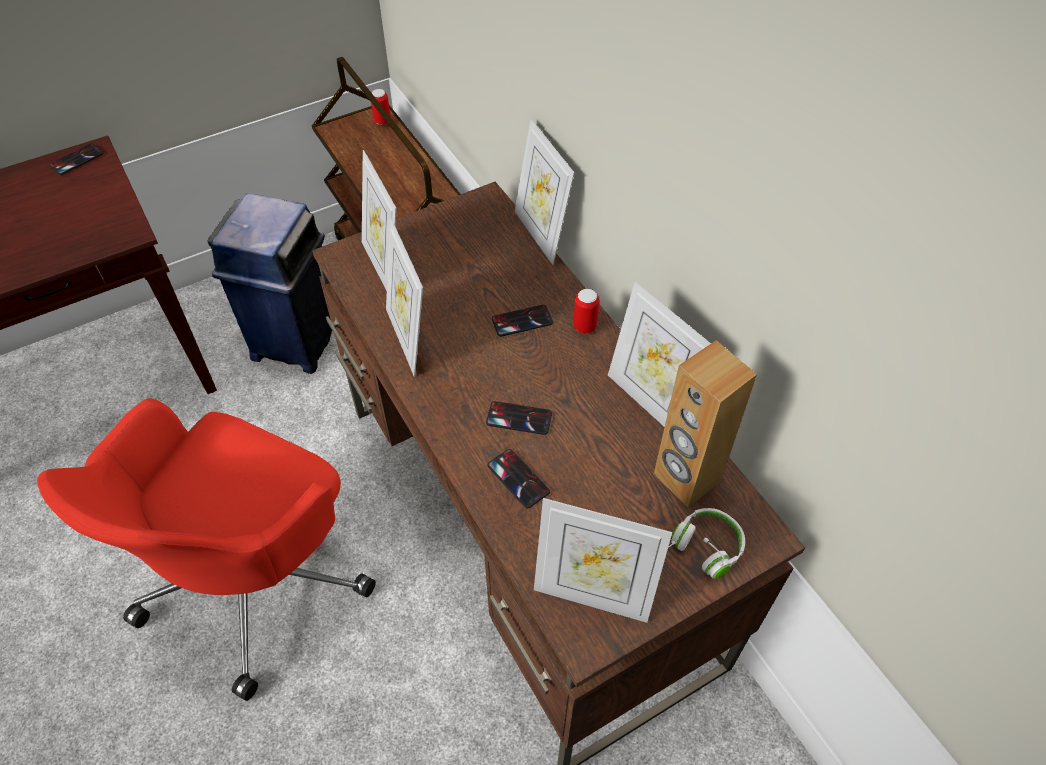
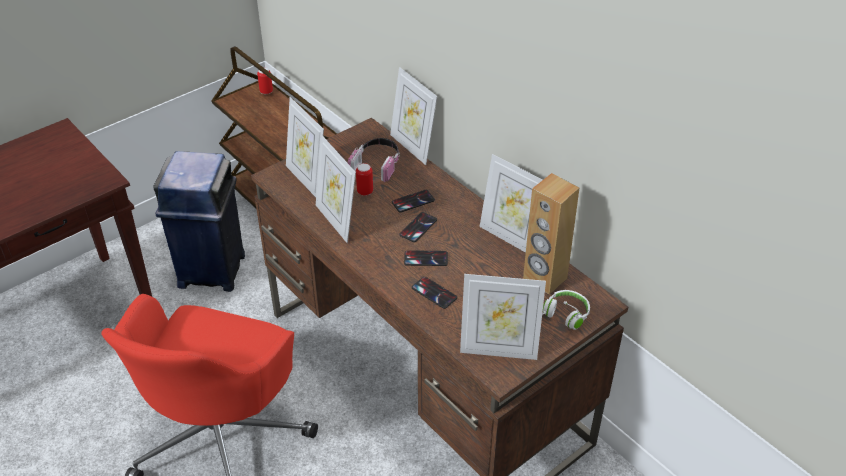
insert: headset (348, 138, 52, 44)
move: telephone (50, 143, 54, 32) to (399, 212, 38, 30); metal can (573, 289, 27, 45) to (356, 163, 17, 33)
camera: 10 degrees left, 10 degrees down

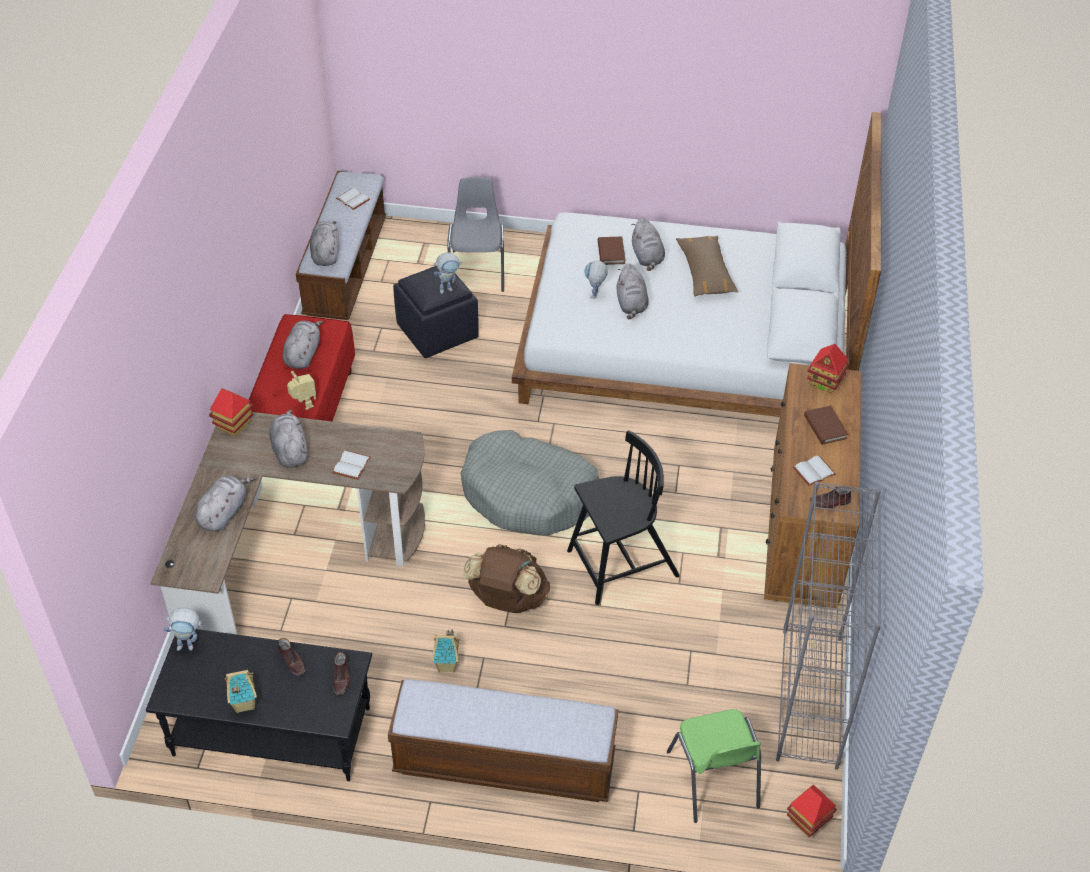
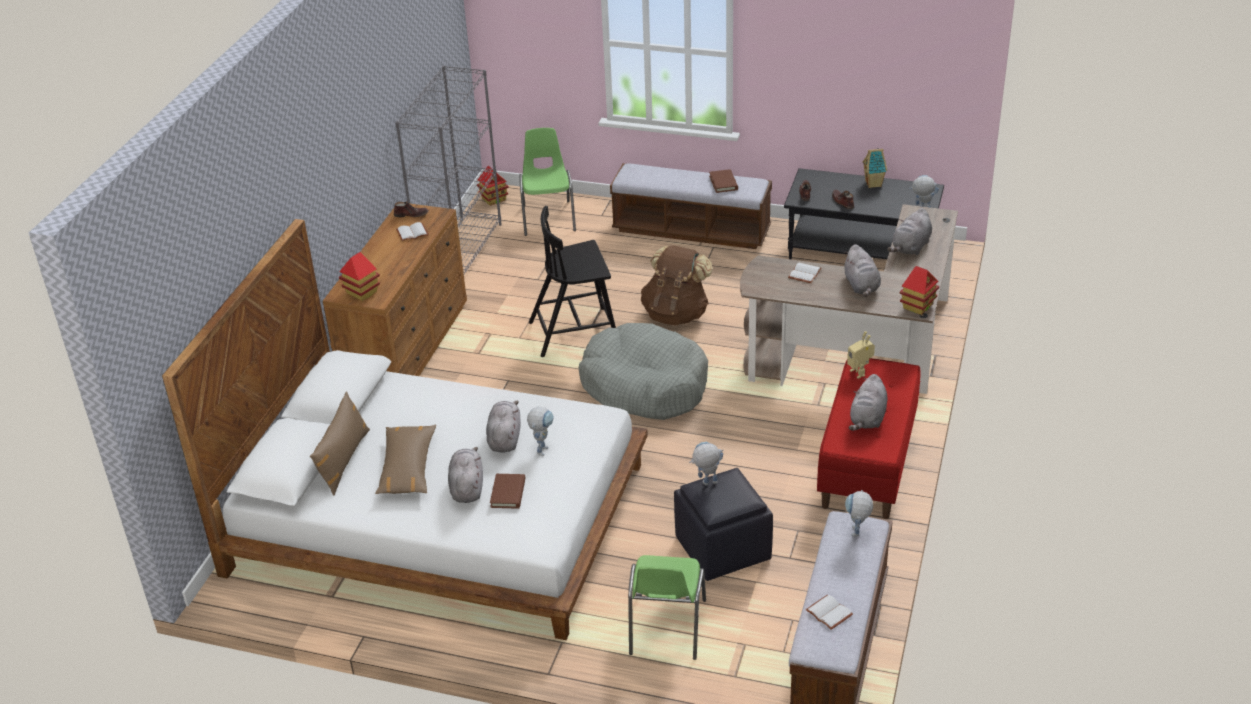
delete: miniature house (432, 629, 28, 44)
insert: brown-coloured pillow (310, 391, 60, 105)
move: brown-coloured book (804, 405, 44, 40) to (709, 169, 29, 24)
replace: greyish plush toy (310, 221, 29, 45) to toy robot (845, 490, 28, 47)
recolor: greyish chair (447, 177, 57, 115) to green chair (628, 555, 78, 105)
camera: 170 degrees left, 10 degrees down

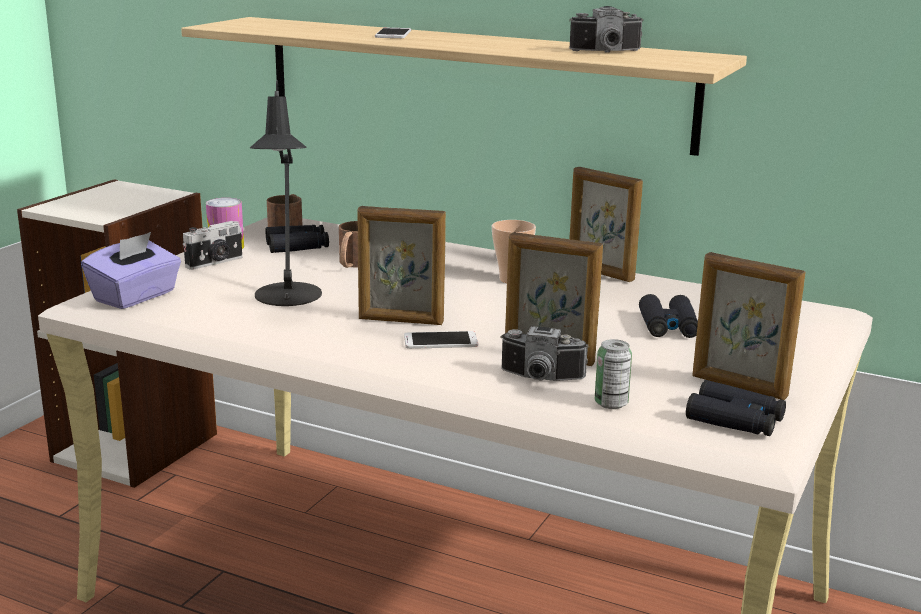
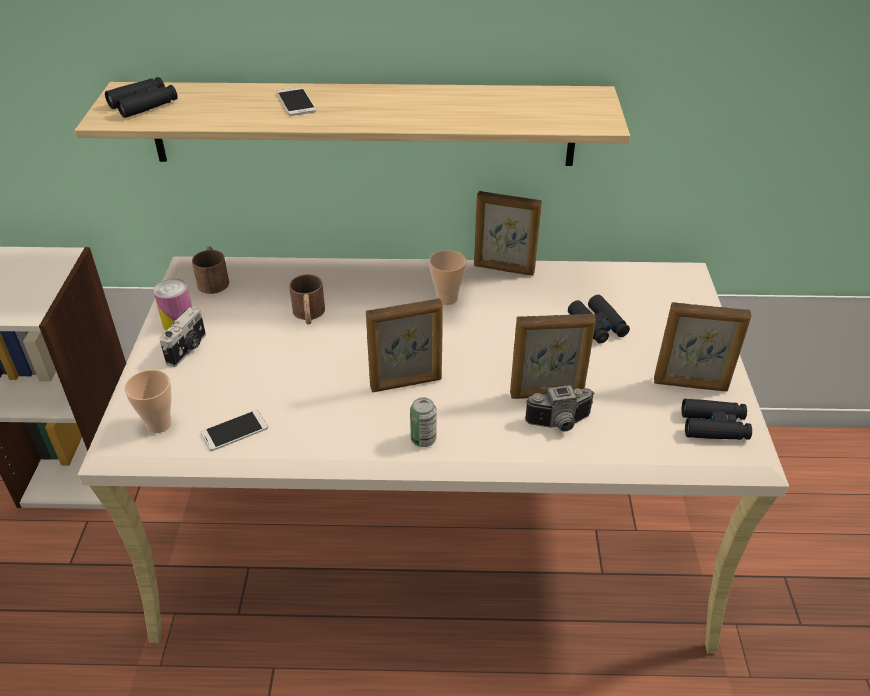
delete: black-coloured tabletop lamp (250, 80, 72, 226); still camera (569, 6, 75, 47)
move: black-coloured binoculars (265, 225, 64, 28) to (105, 77, 73, 41); telephone (404, 331, 74, 18) to (201, 410, 67, 41); metal can (595, 339, 37, 70) to (410, 397, 27, 50)
replace: purple tissue box (81, 232, 100, 77) to cup (124, 370, 48, 63)
camera: 25 degrees left, 20 degrees up

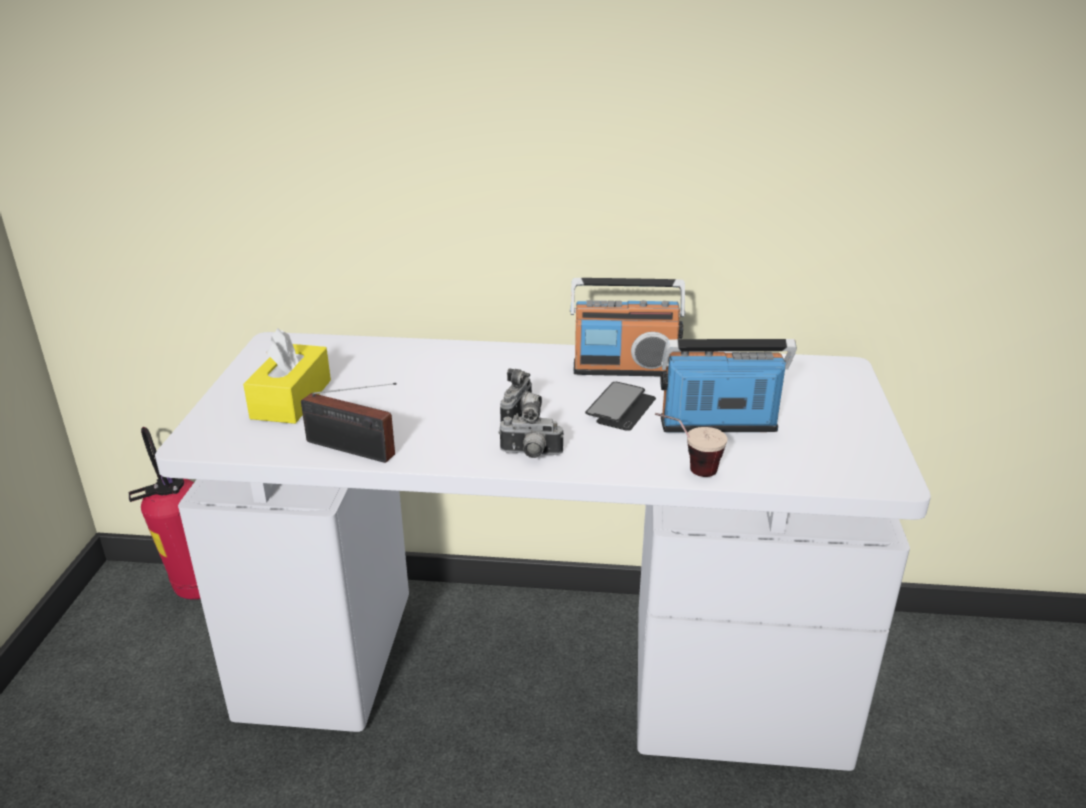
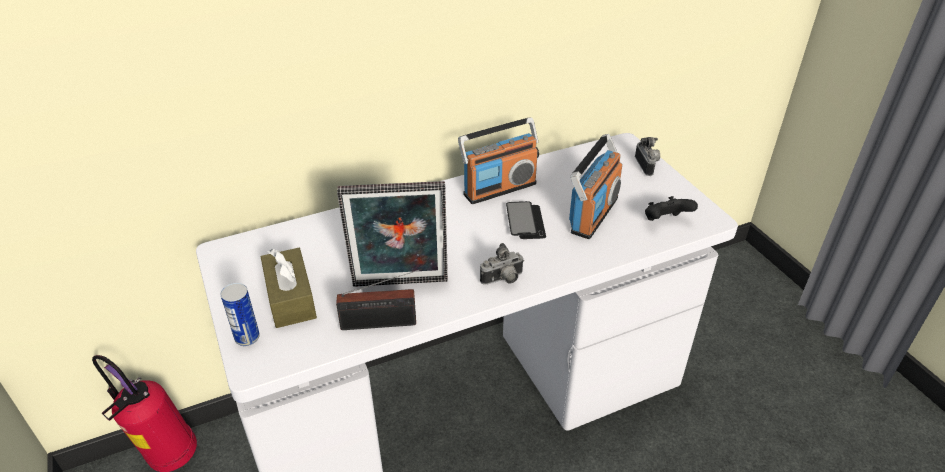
delete: cup (655, 413, 73, 64)
insert: metal can (221, 283, 39, 63); picture frame (337, 181, 111, 106); black-coloured joypad (645, 196, 53, 25)
move: still camera (500, 368, 42, 54) to (635, 137, 25, 39)
recolor: yellowish tissue box (243, 328, 88, 96) to brown-coloured tissue box (261, 248, 56, 80)
rotate: radio receiver (660, 339, 137, 94) = (569, 134, 53, 105) 150 degrees clockwise
camera: 30 degrees left, 10 degrees up

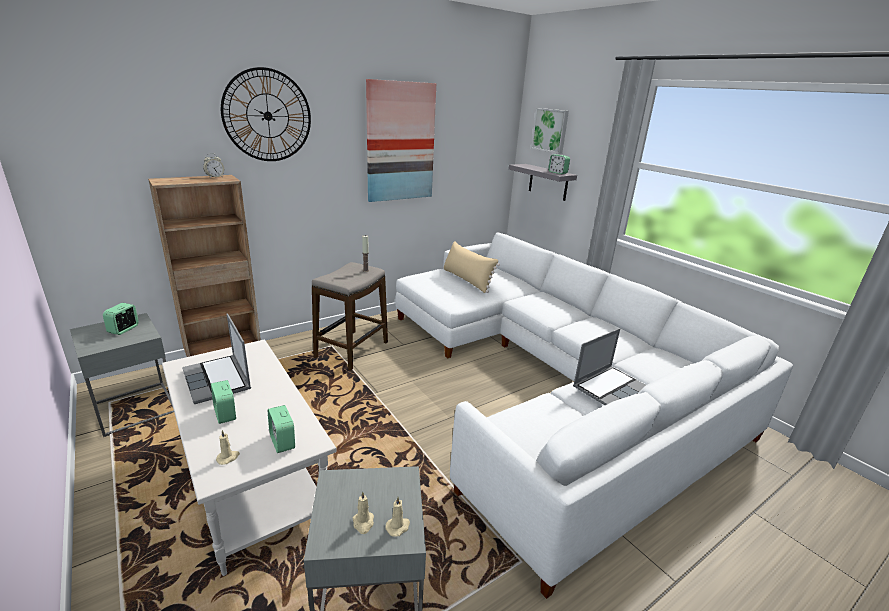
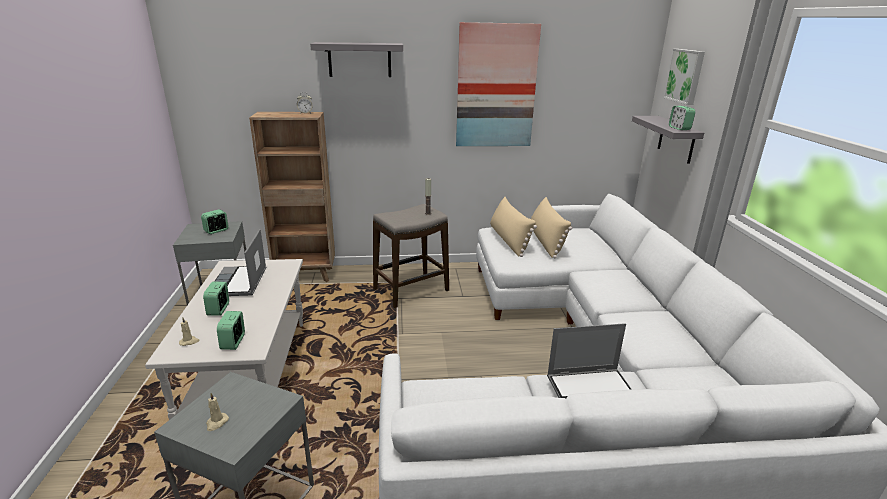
delete: sand-coloured candle (385, 497, 25, 40)
insert: sand-coloured pillow (490, 197, 47, 60)
replace: hanging clock (221, 67, 90, 94) to greyish shelf (310, 42, 93, 35)
camera: 30 degrees right, 0 degrees up

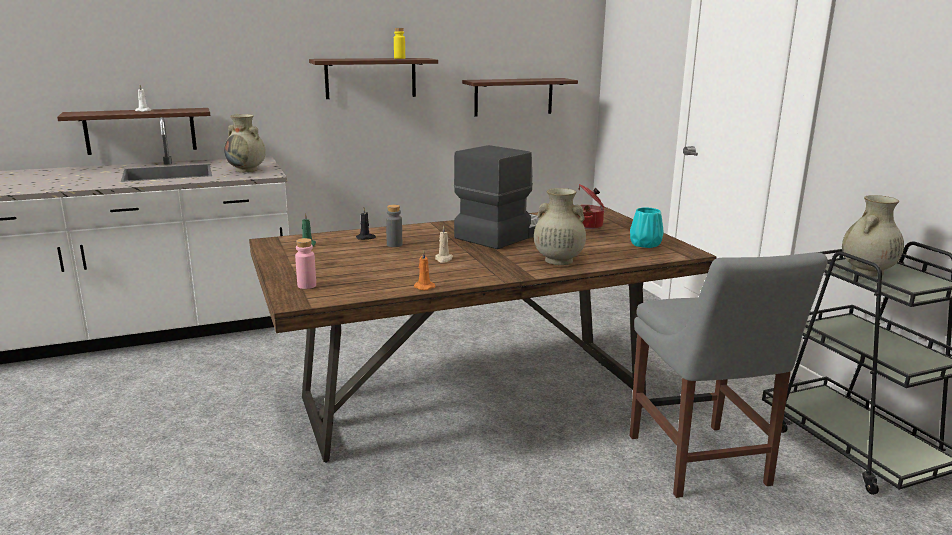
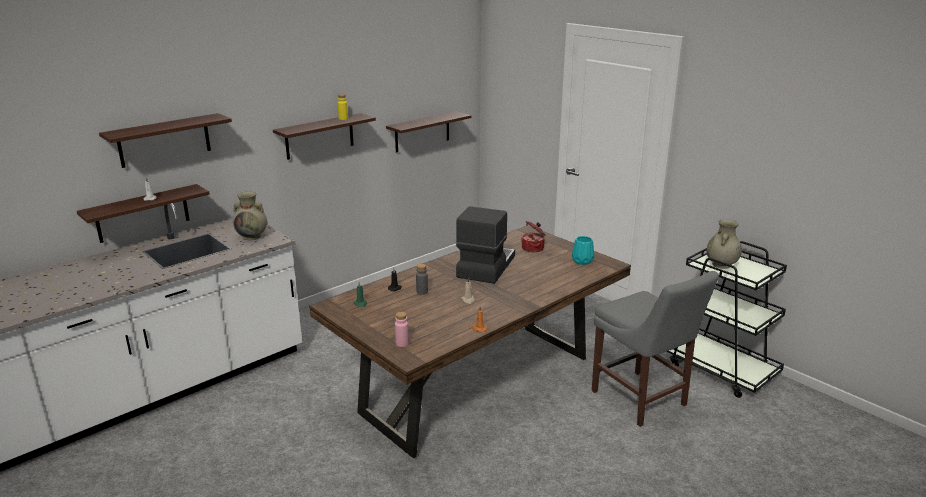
delete: sand-coloured flower vase (534, 188, 52, 77)
insert: shelf (99, 113, 133, 55)
camera: 20 degrees left, 5 degrees up

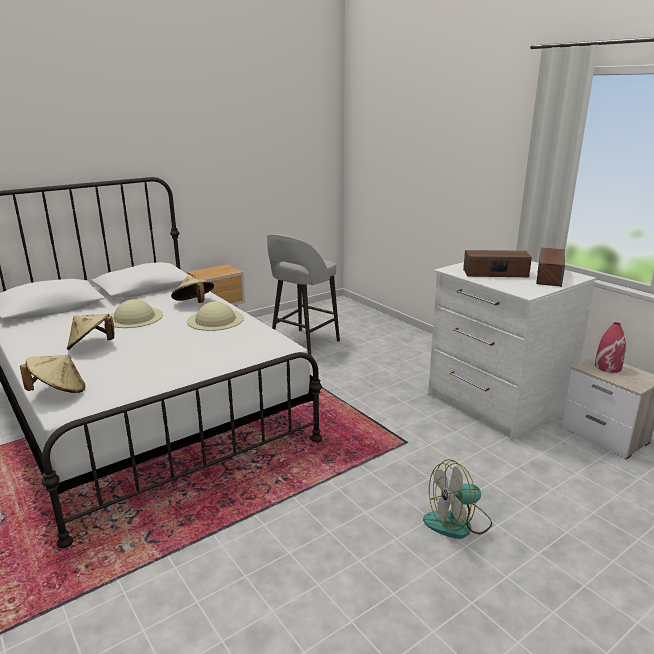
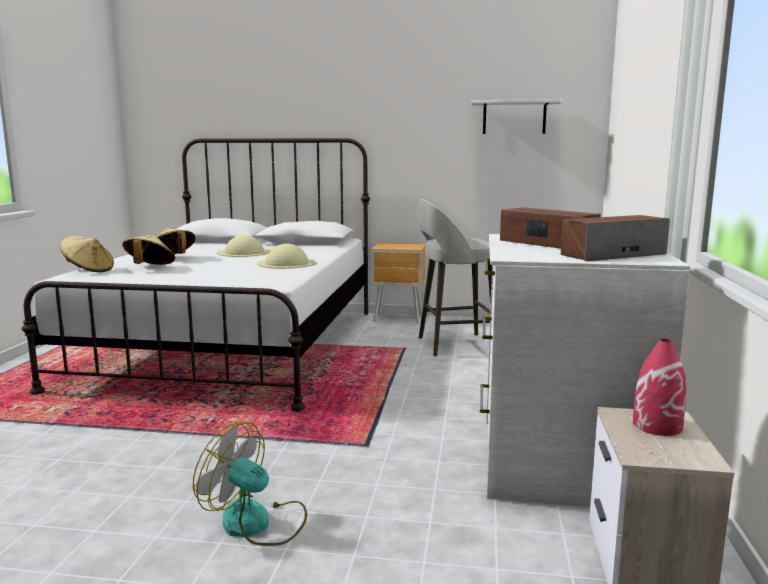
insert: whitish shelf (472, 99, 90, 35)
move: sand-coloured wearable hat (171, 276, 43, 27) to (122, 234, 53, 31)
camera: 45 degrees right, 10 degrees down

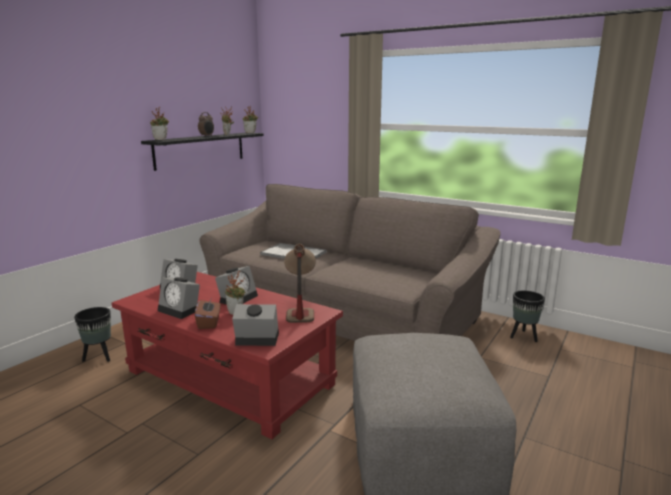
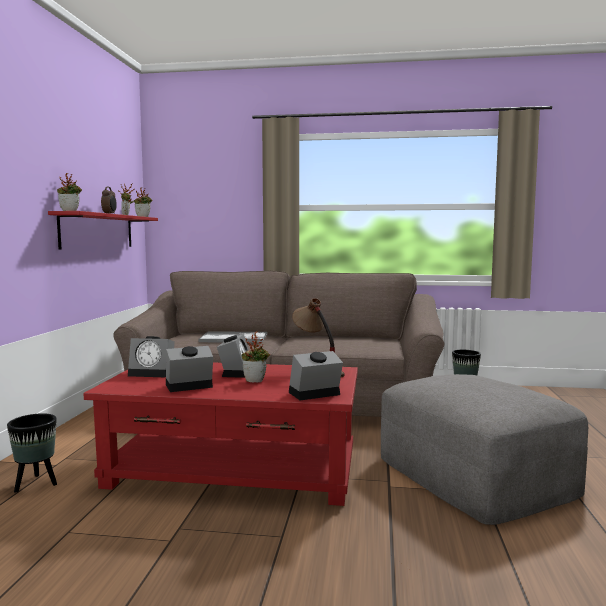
delete: brown-coloured tissue box (195, 297, 26, 32)
recolor: black-coloured shelf (141, 133, 123, 38) to red-coloured shelf (48, 211, 110, 38)
rotate: table clock (158, 277, 42, 42) = (166, 346, 47, 46) 150 degrees clockwise
camera: 25 degrees left, 10 degrees down

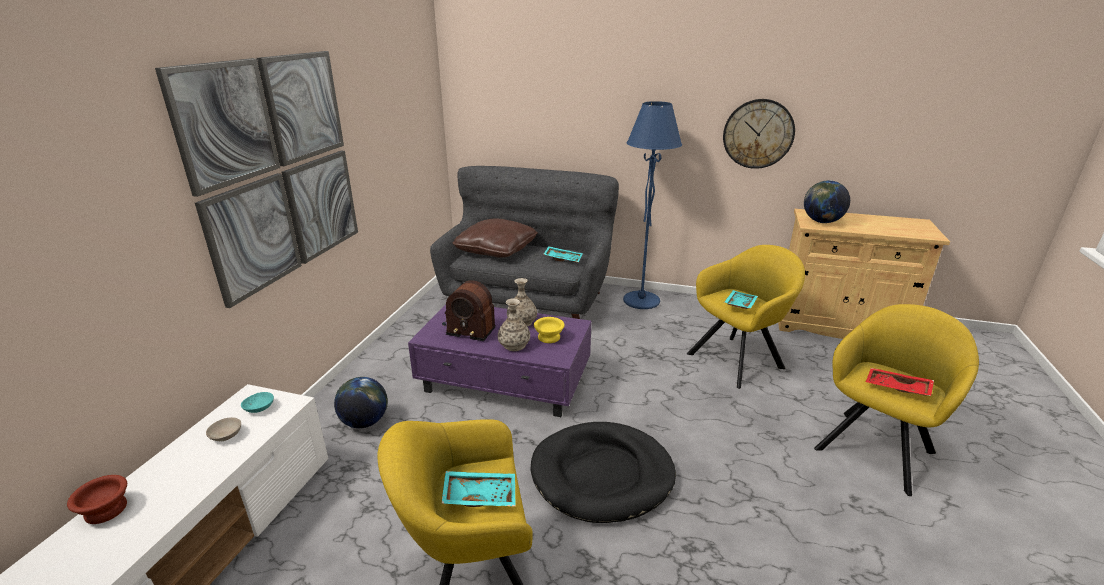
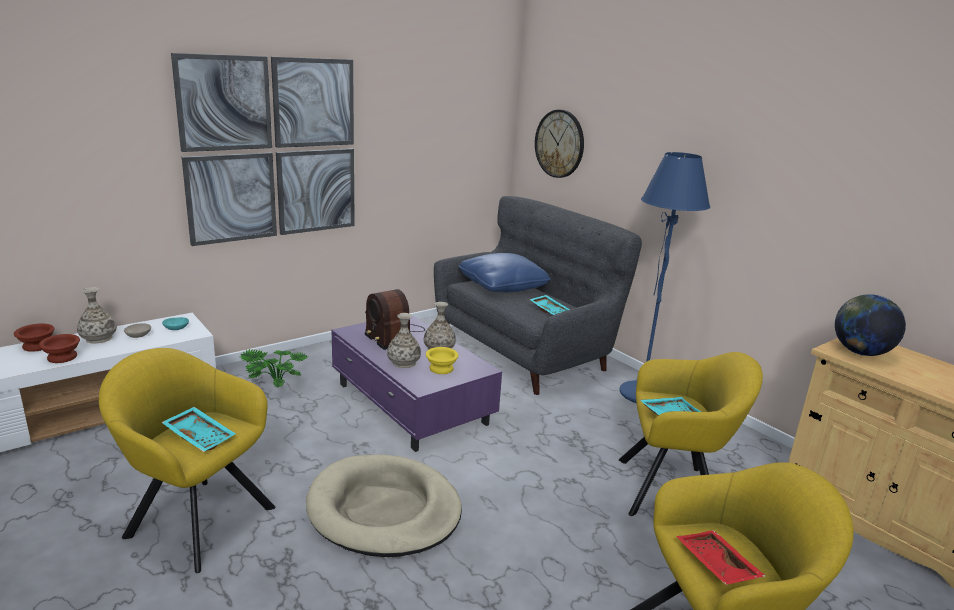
insert: brown-coloured serving bowl (39, 334, 41, 29); flower vase (77, 287, 40, 56)
move: hanging clock (723, 99, 72, 70) to (535, 110, 49, 68)
replace: world globe (334, 377, 54, 51) to plant in a pot (240, 349, 68, 38)
recolor: brown-coloured pillow (453, 218, 85, 40) to bluish pillow (458, 253, 93, 39); black-coloured dog bed (530, 422, 146, 101) to sand-coloured dog bed (306, 455, 156, 102)
camera: 35 degrees right, 5 degrees down

